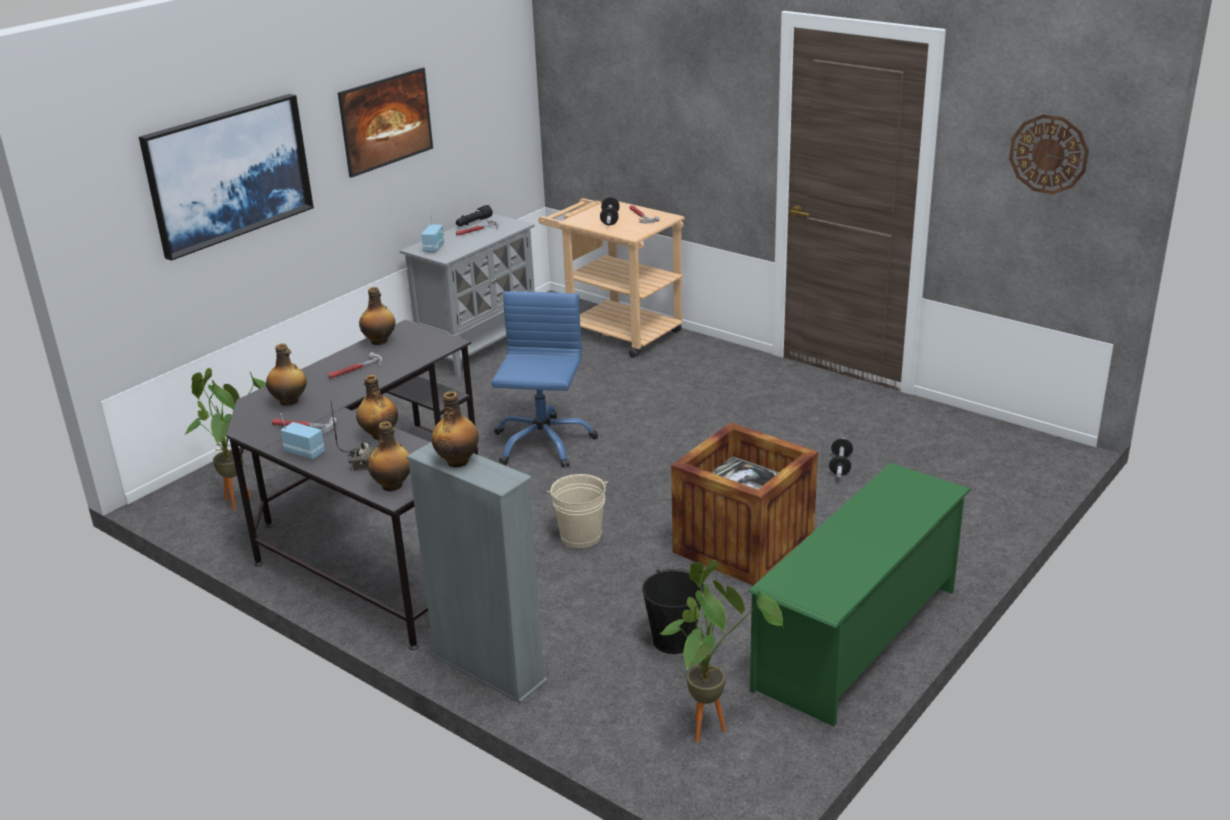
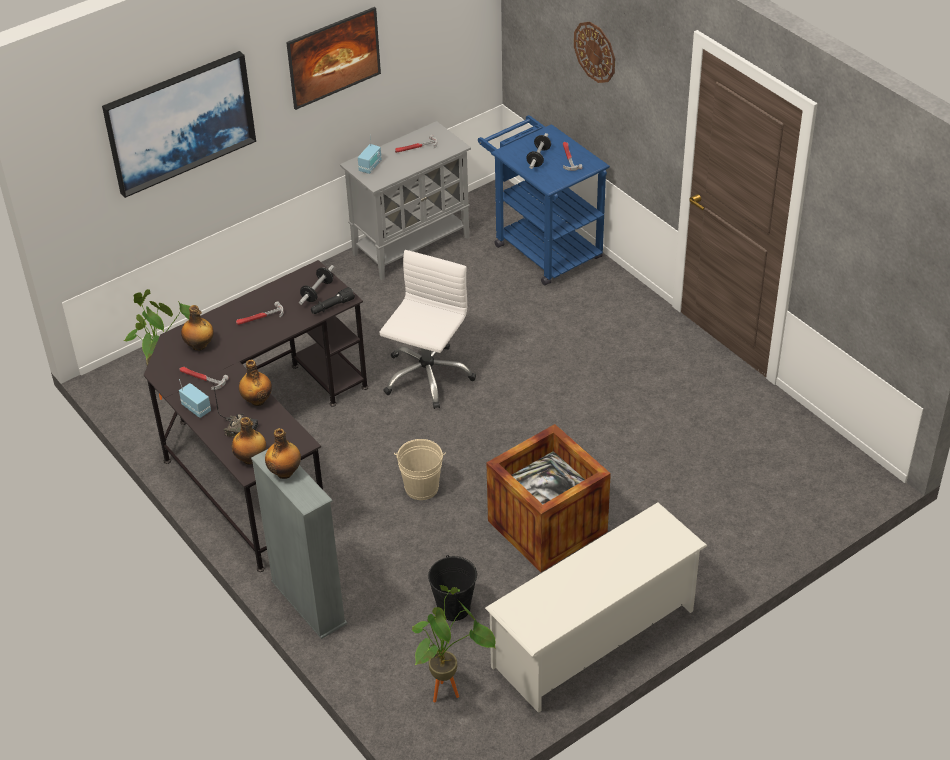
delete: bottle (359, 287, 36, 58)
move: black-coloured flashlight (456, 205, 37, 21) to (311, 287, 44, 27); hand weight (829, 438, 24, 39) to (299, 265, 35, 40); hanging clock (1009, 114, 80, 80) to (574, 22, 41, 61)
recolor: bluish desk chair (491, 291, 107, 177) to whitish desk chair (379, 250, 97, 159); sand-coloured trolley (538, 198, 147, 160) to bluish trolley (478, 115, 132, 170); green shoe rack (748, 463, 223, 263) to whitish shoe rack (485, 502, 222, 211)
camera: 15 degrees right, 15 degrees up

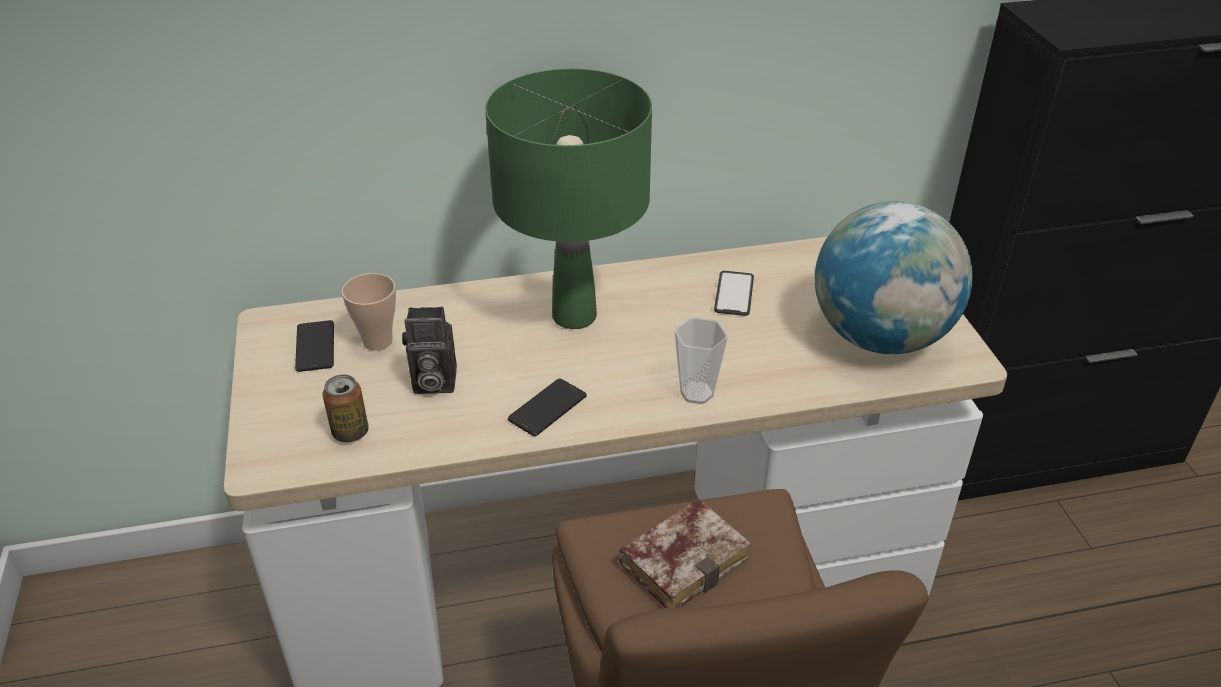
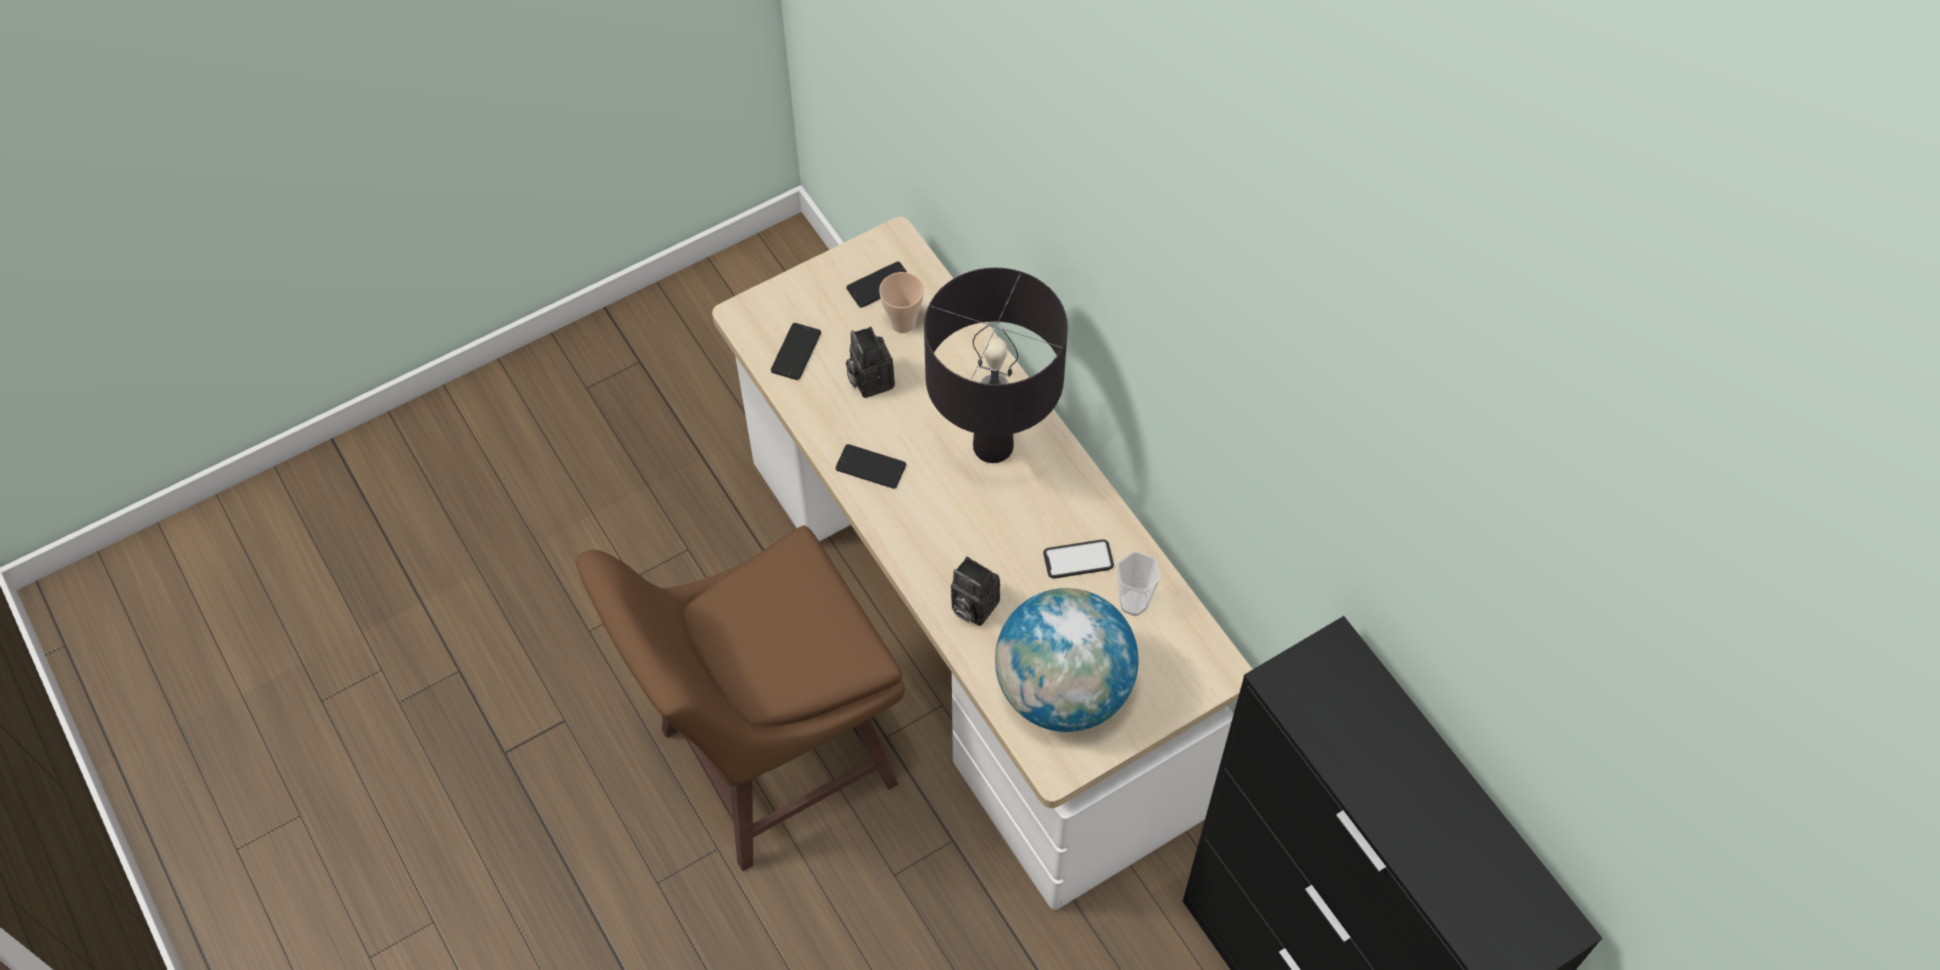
delete: book (618, 499, 133, 109)
insert: still camera (951, 556, 49, 70)
move: cup (675, 317, 53, 87) to (1116, 551, 45, 65)
replace: metal can (323, 374, 46, 68) to telephone (771, 323, 50, 57)
recolor: green tabletop lamp (485, 69, 167, 260) to black-coloured tabletop lamp (924, 268, 144, 195)
camera: 70 degrees right, 20 degrees up

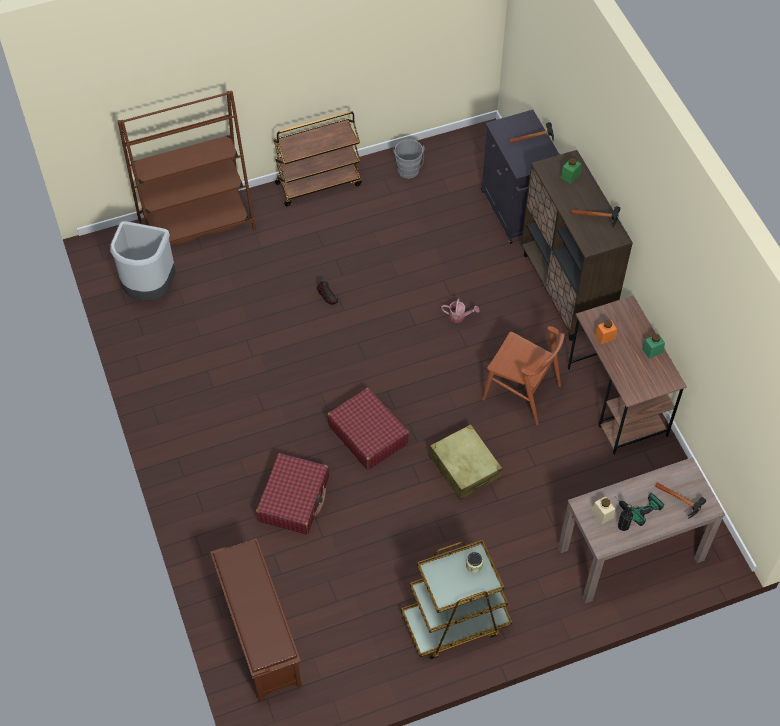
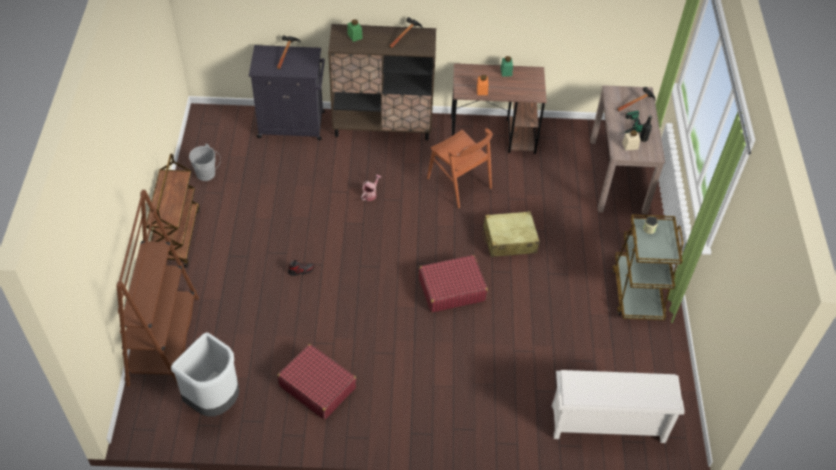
move: red-coloured suitcase (256, 453, 73, 82) to (277, 344, 79, 76)
recolor: brown-coloured shoe rack (210, 538, 92, 164) to whitish shoe rack (552, 370, 133, 73)
rotate: brown-coloured chair (482, 326, 83, 99) = (427, 129, 66, 79) 90 degrees clockwise
camera: 70 degrees left, 5 degrees down

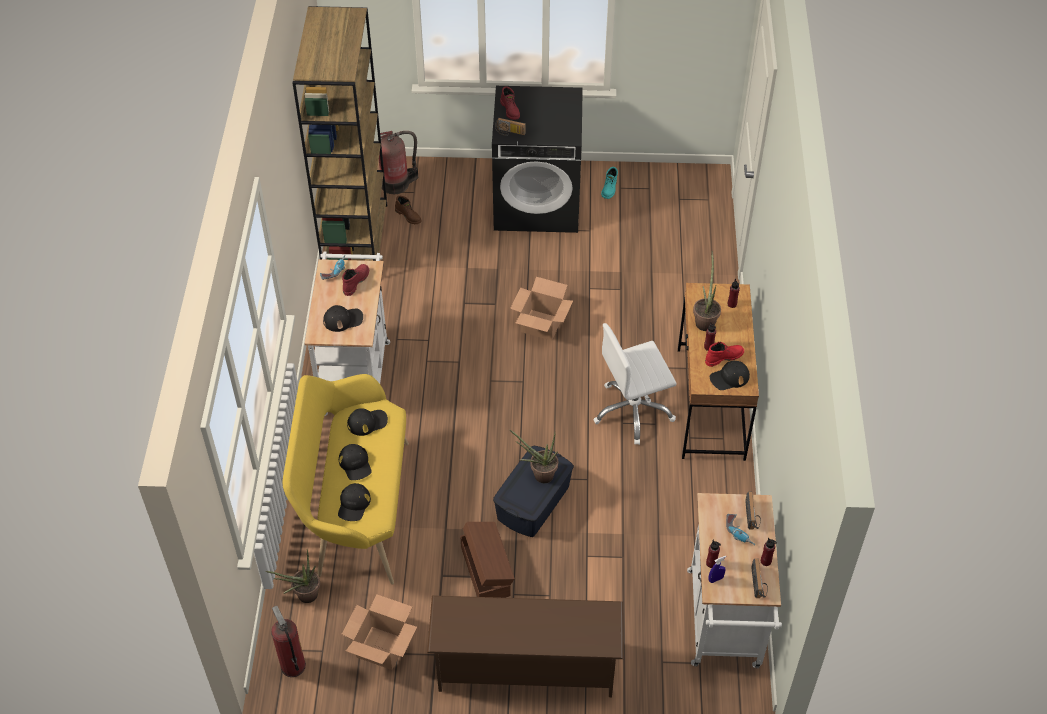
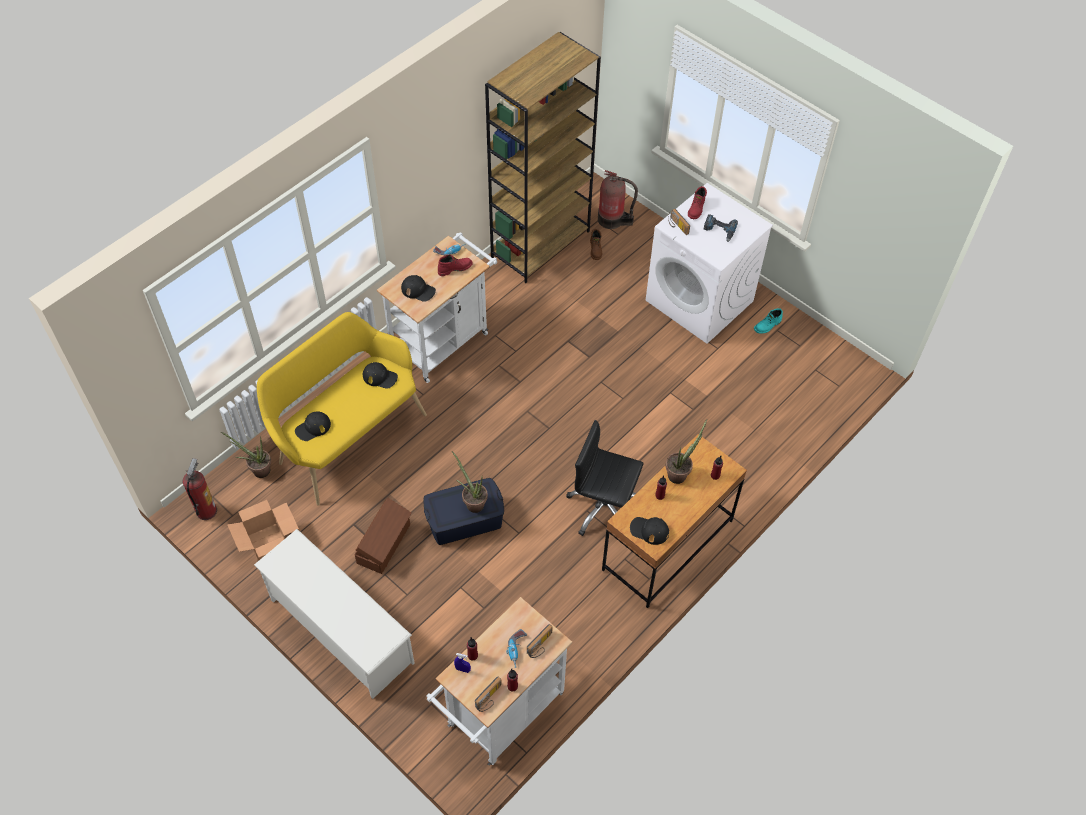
delete: black-coloured baseball cap (339, 444, 33, 36); cardboard box (510, 277, 63, 64); red-coloured tall boot (705, 342, 39, 25)
insert: power drill (704, 214, 34, 28)
recolor: brown-coloured shoe rack (427, 595, 197, 102) to whitish shoe rack (254, 529, 160, 170); black-coloured laundry appliance (492, 86, 91, 147) to whitish laundry appliance (646, 183, 127, 161); whitish desk chair (593, 323, 84, 122) to black-coloured desk chair (566, 420, 78, 116)
camera: 40 degrees right, 5 degrees up

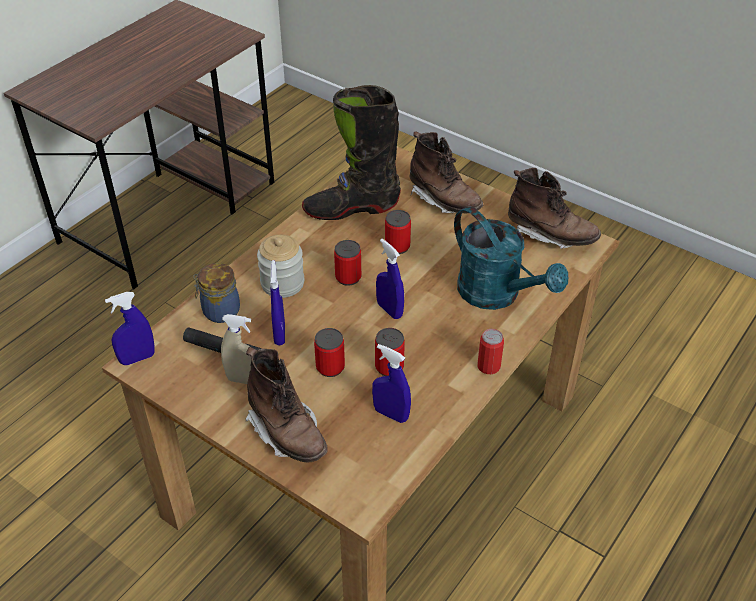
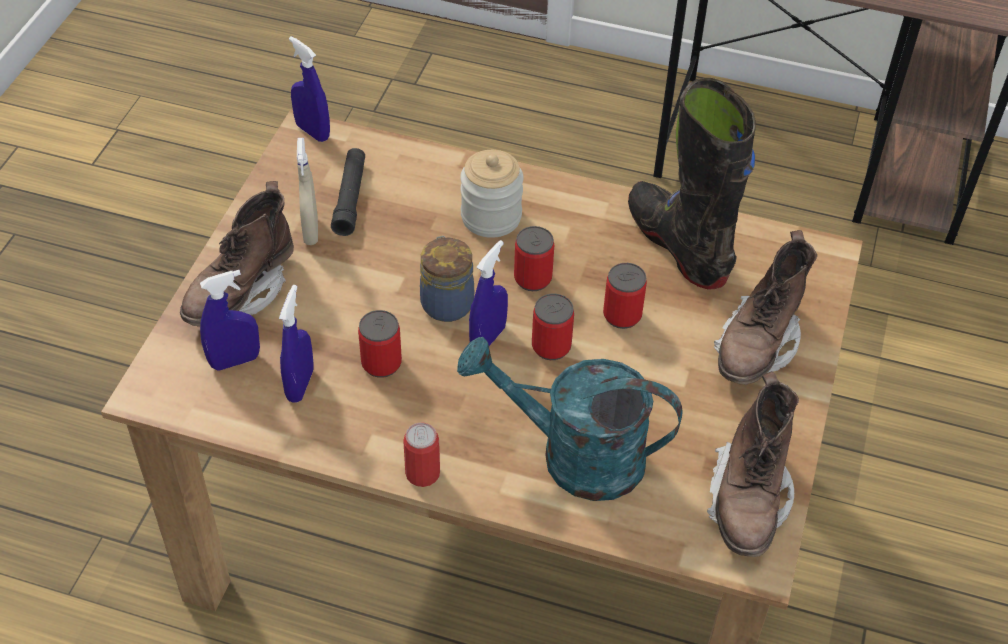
move: preserve jar (193, 263, 47, 60) to (420, 236, 54, 86); bluish sprayer (270, 260, 15, 85) to (200, 270, 60, 100); metal can (314, 328, 31, 49) to (532, 294, 42, 66)
rotate: turquoise-coloured watering can (454, 206, 114, 104) = (457, 337, 226, 164) 75 degrees clockwise
camera: 70 degrees right, 5 degrees up

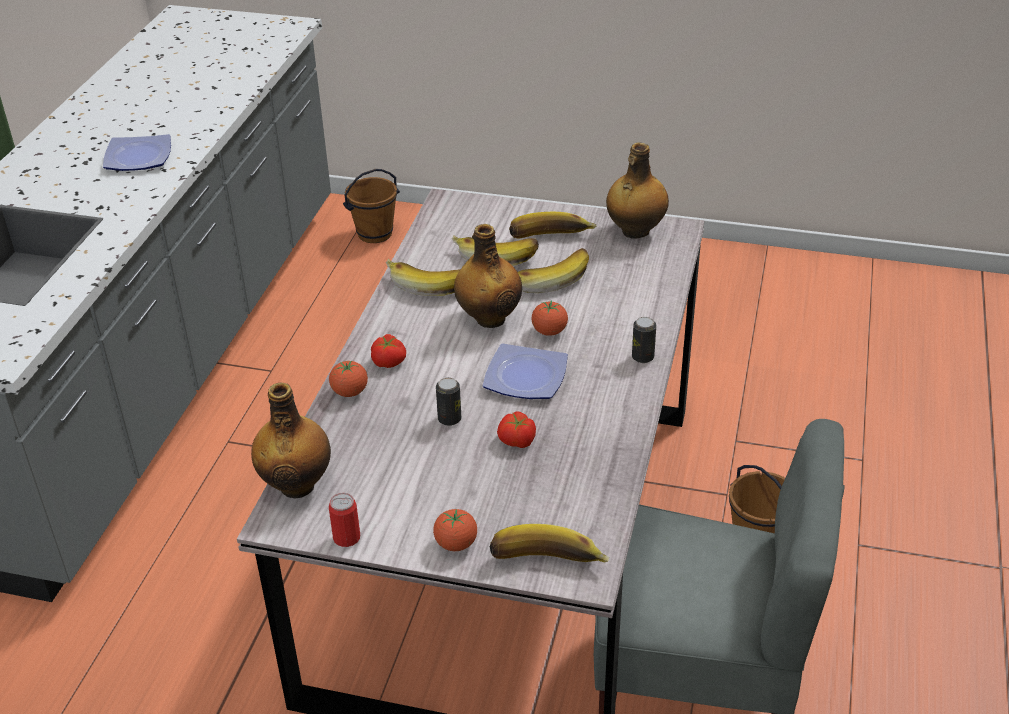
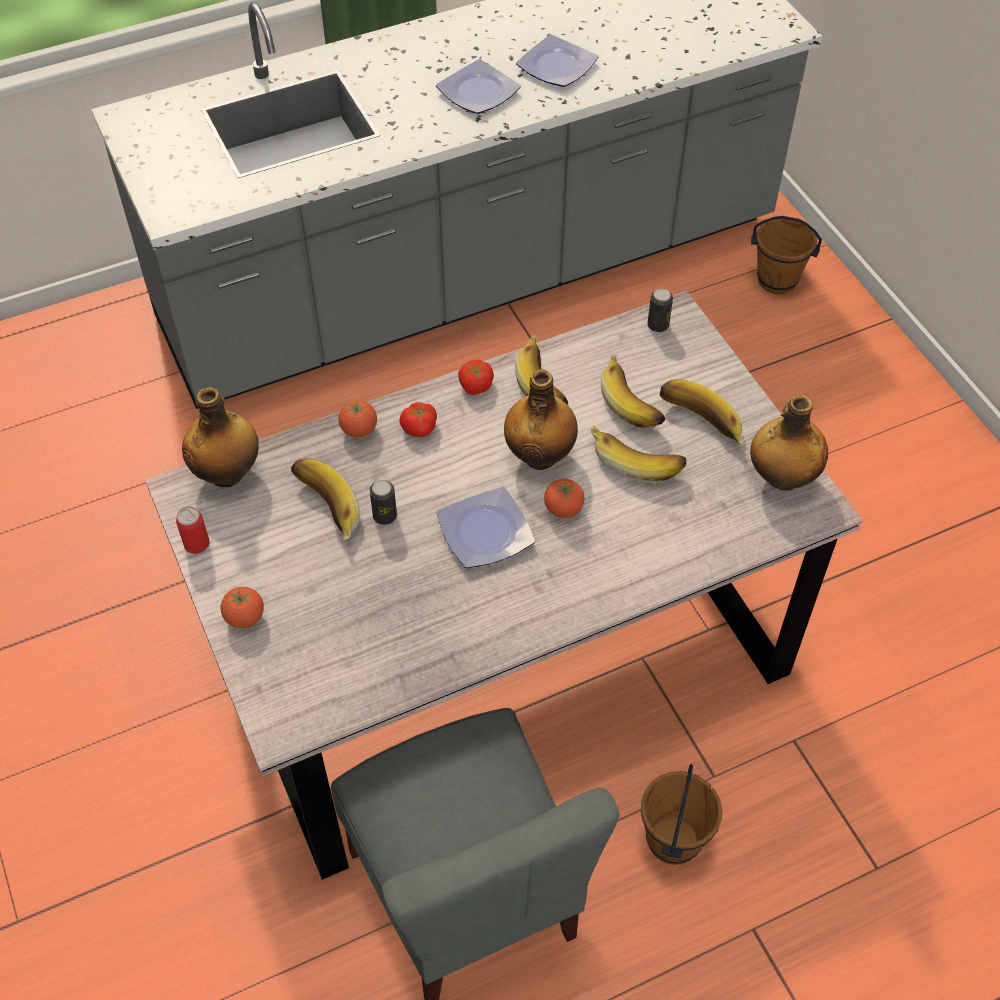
insert: flat dish (516, 34, 83, 53)
move: whole banana (490, 524, 119, 39) to (291, 458, 69, 82); tomato (497, 411, 39, 37) to (458, 360, 36, 35); metal can (632, 317, 24, 46) to (647, 289, 26, 43)
camera: 50 degrees right, 15 degrees up

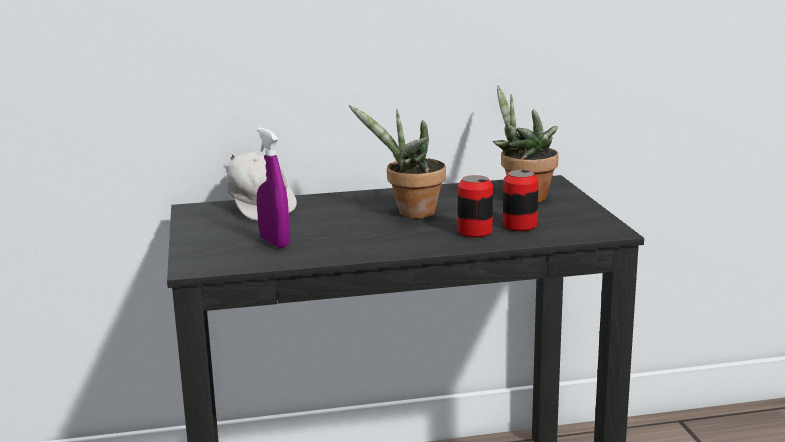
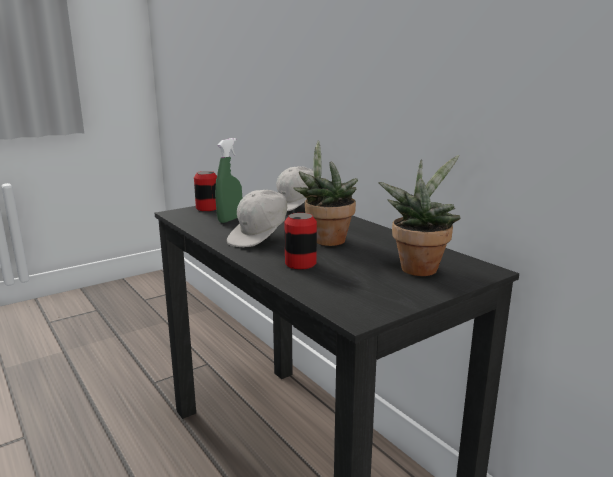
insert: whitish baseball cap (227, 190, 60, 57)
move: metal can (503, 170, 36, 61) to (194, 171, 23, 40)
recolor: purple sprayer (257, 128, 33, 120) to green sprayer (215, 138, 27, 85)
camera: 65 degrees right, 0 degrees up

